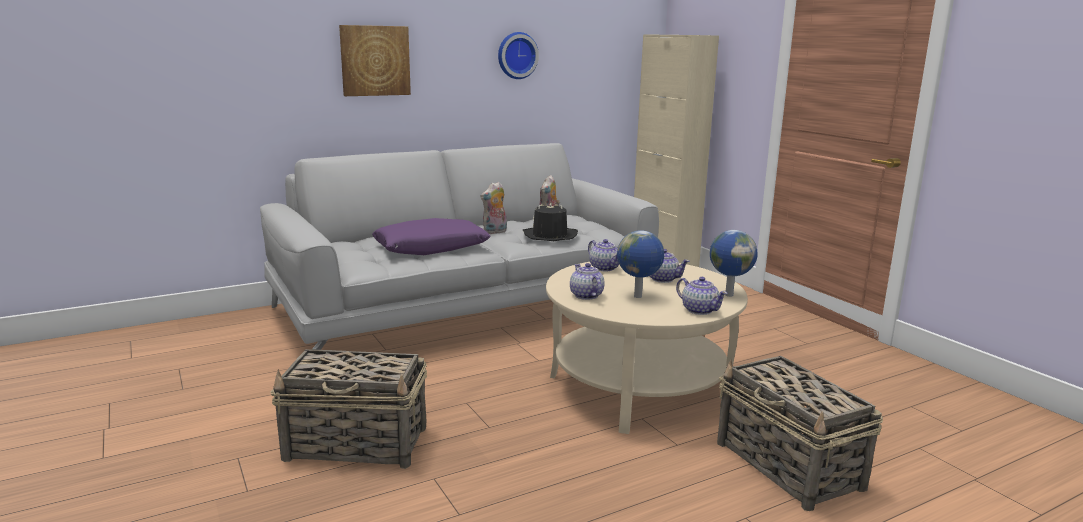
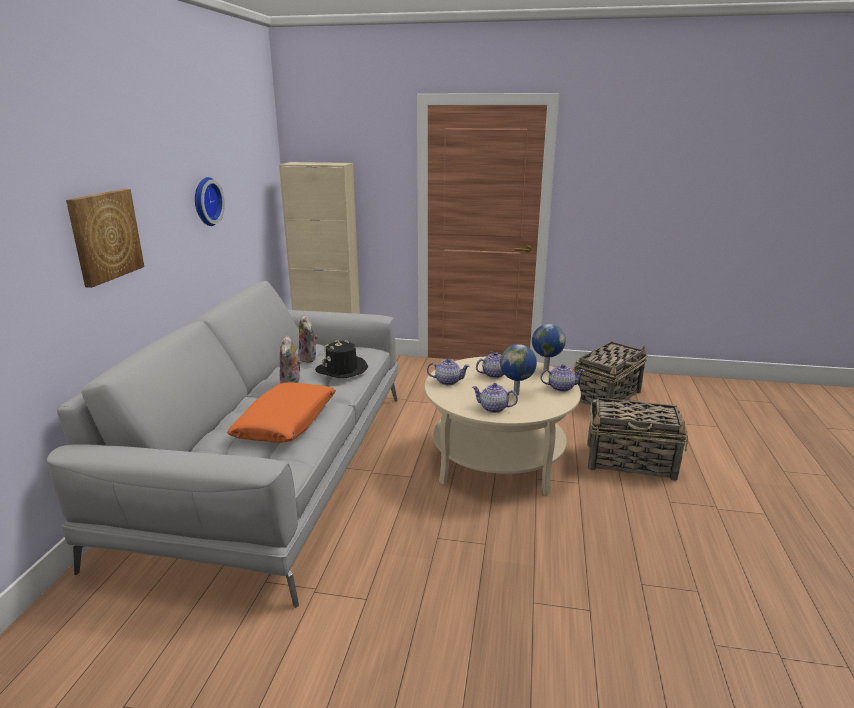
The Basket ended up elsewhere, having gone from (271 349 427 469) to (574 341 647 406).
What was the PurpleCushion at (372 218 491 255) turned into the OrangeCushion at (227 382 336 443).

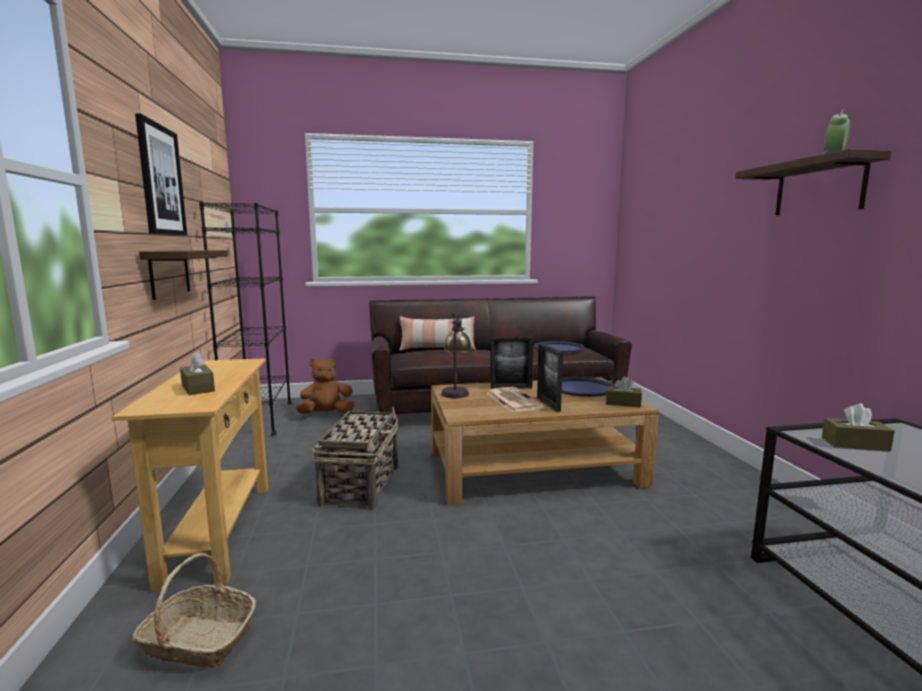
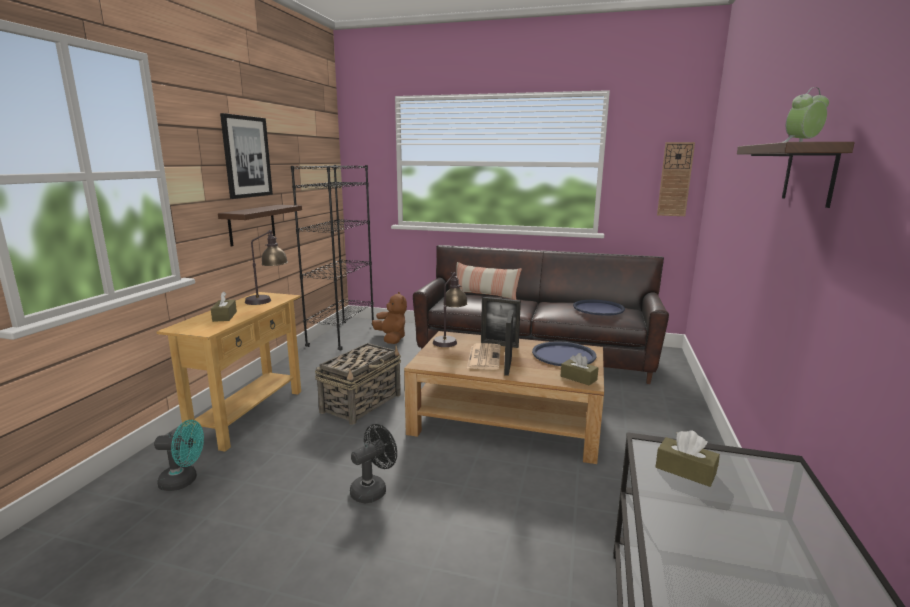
Where the Basket stood at (133 553 256 668), the TurquoiseElectricFan came to stand at (154 420 204 491).
The BrownColouredSoftToy at (296 359 354 414) ended up facing another way, 60 degrees clockwise from before.
The second view gained the LampForATable at (245 230 288 305).
The second view gained the BlackishElectricFan at (350 424 397 503).
The second view gained the WallClock at (657 142 695 216).

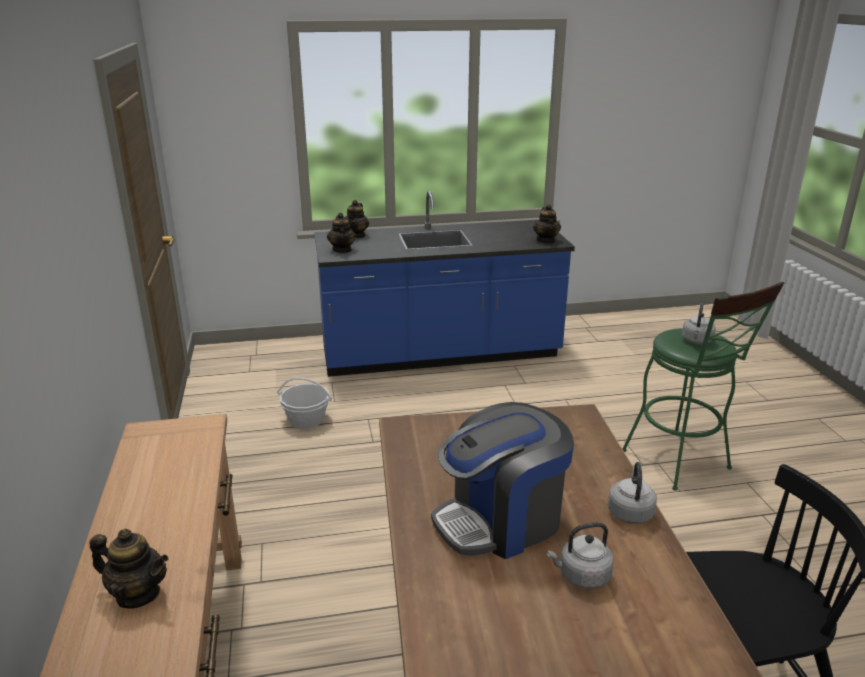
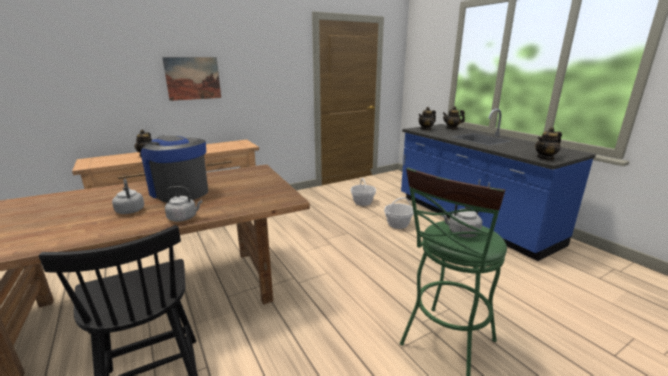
The second view gained the WallArt at (162 57 221 101).
The second view gained the Basket at (384 197 414 229).

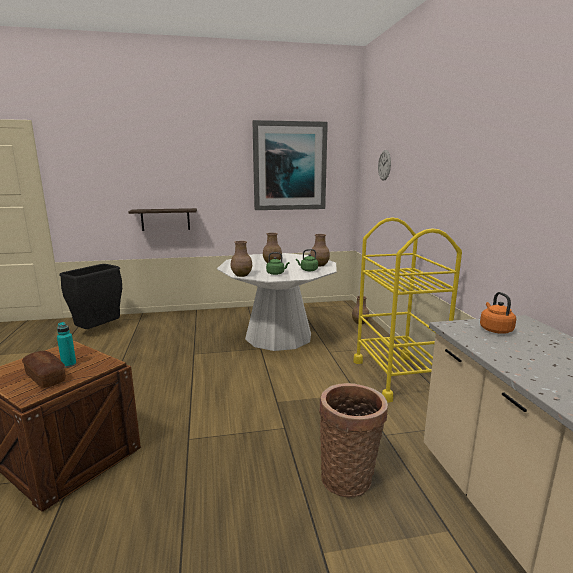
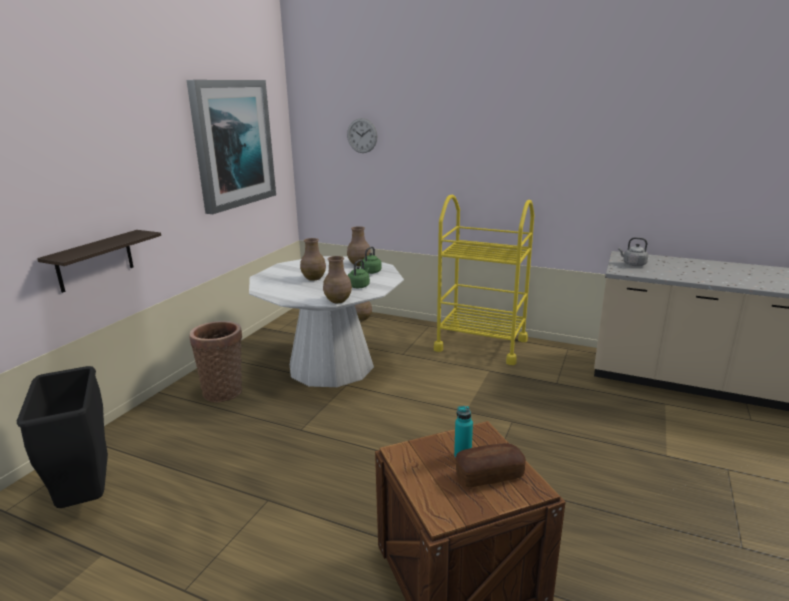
The Basket ended up elsewhere, having gone from (319 383 388 497) to (189 321 242 403).
What was the OrangeWaterKettle at (480 292 516 334) turned into the GreyWaterKettle at (618 237 648 266).

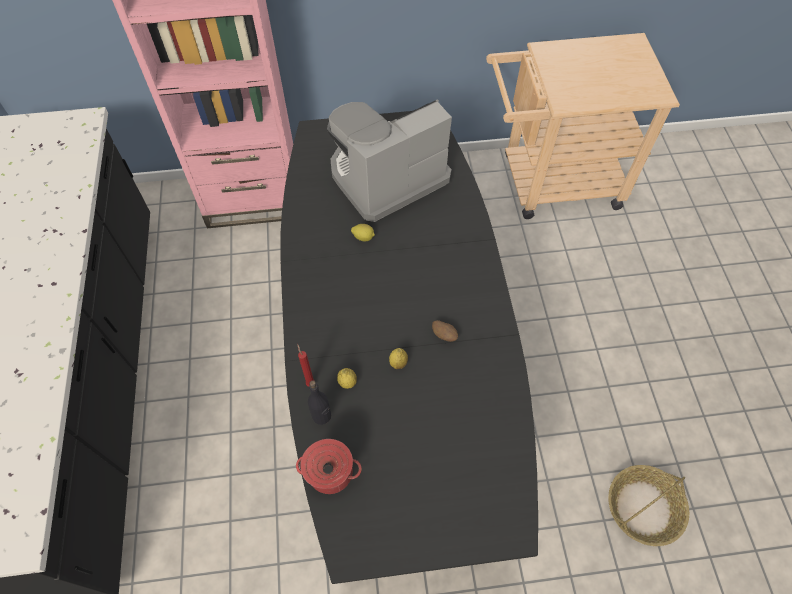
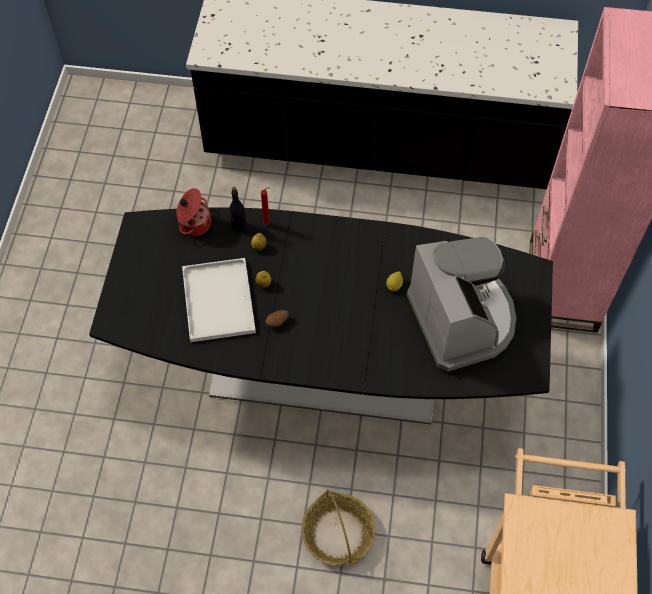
The Basket ended up elsewhere, having gone from (608 465 689 546) to (301 489 376 566).
The second view gained the WhiteColouredServingTray at (182 258 256 342).

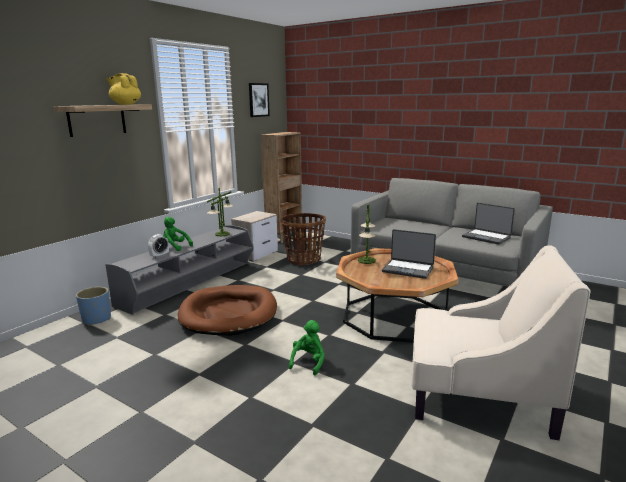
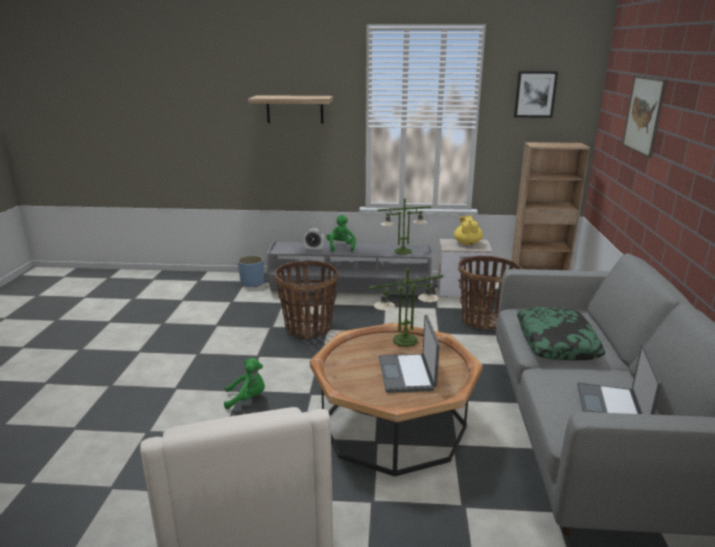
The YellowColouredTeaPot ended up elsewhere, having gone from (106 73 141 105) to (454 216 483 245).
Where the BrownColouredPetBed stood at (178 285 277 336), the Basket came to stand at (275 261 338 339).
The second view gained the Cushion at (517 307 605 360).
The second view gained the WallArt at (622 75 667 158).

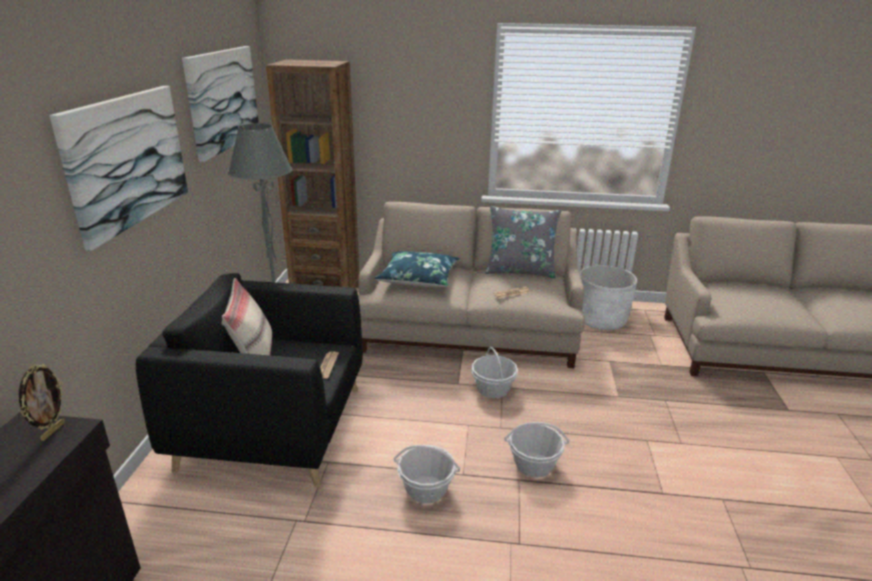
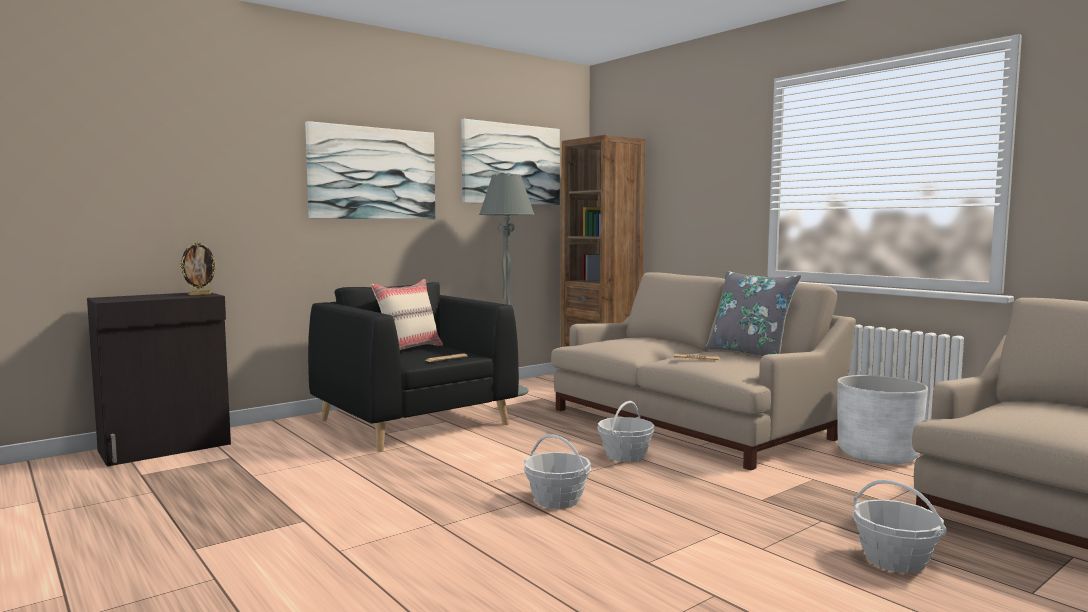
The second view lost the BlueColouredCushion at (374 251 459 287).
The Basket ended up elsewhere, having gone from (394 445 460 504) to (852 480 946 573).

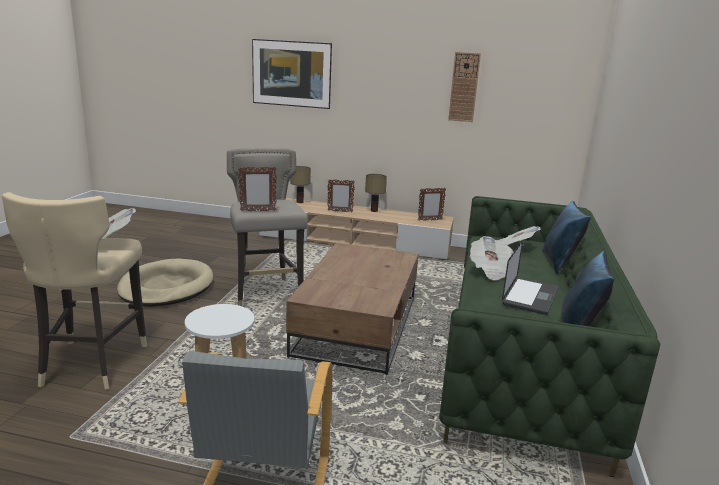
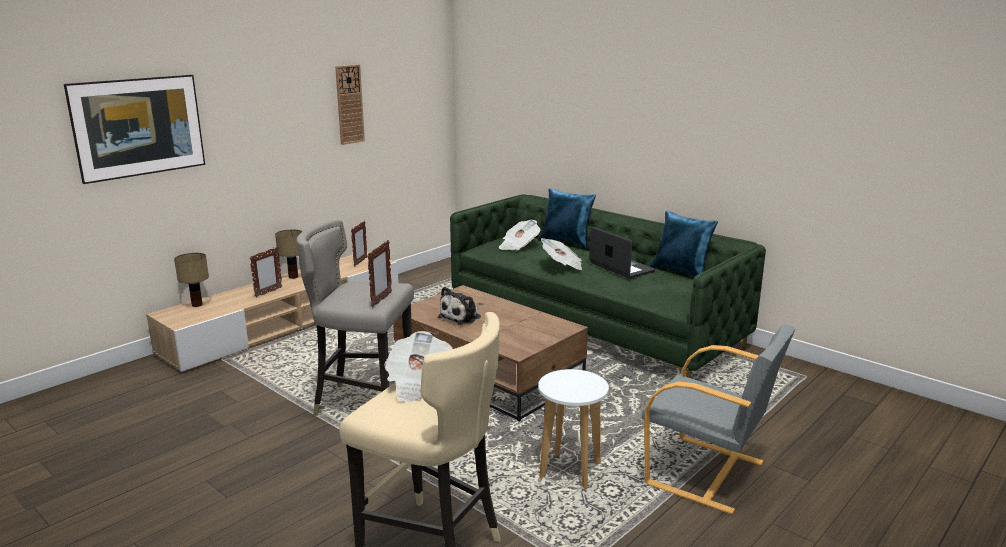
The second view lost the BeigePetBed at (117 259 213 307).
The second view gained the SoftToy at (438 287 481 324).

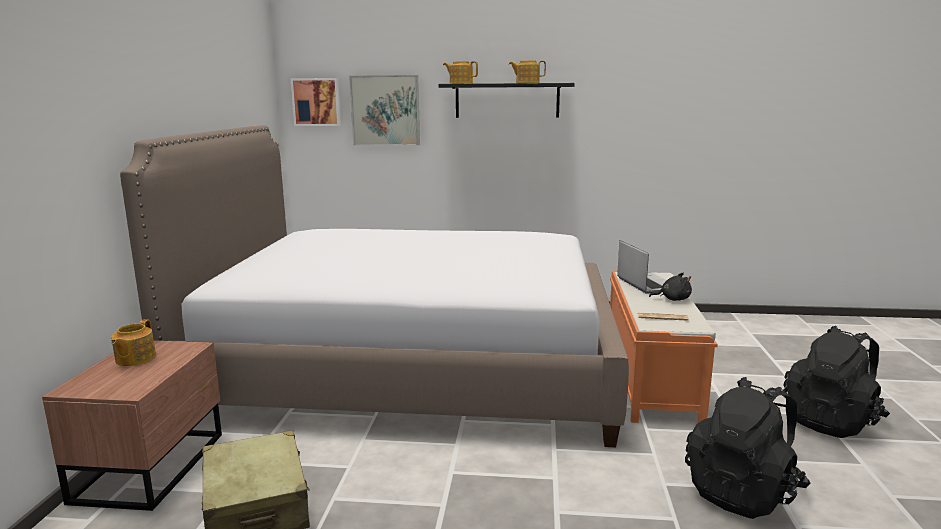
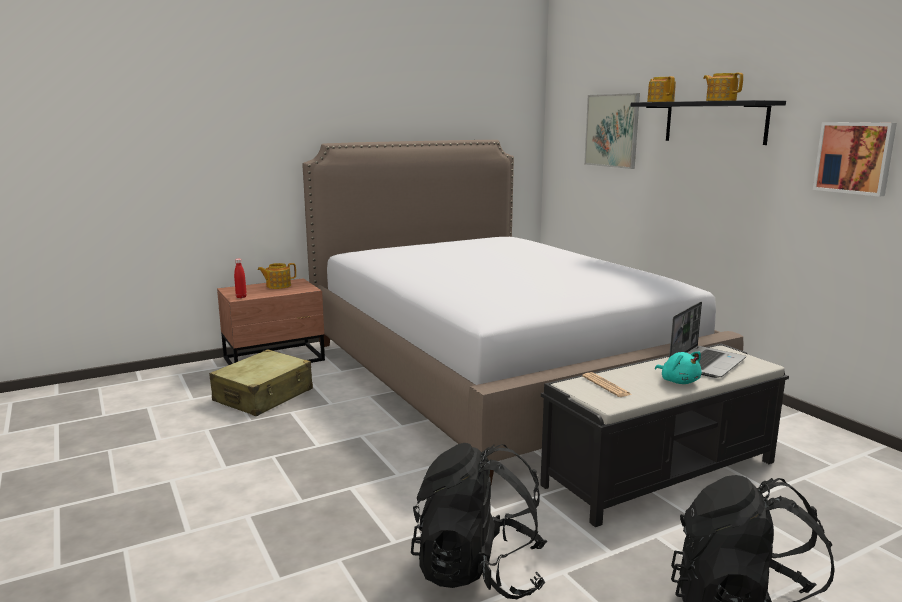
The WallArt ended up elsewhere, having gone from (290 78 341 126) to (813 122 897 197).
What was the OrangeBench at (610 271 718 423) turned into the BlackishBench at (540 344 789 527).
What was the BlackishSoftToy at (649 273 692 301) turned into the TurquoiseSoftToy at (655 352 702 384).
The second view gained the ReddishBottle at (234 259 247 298).

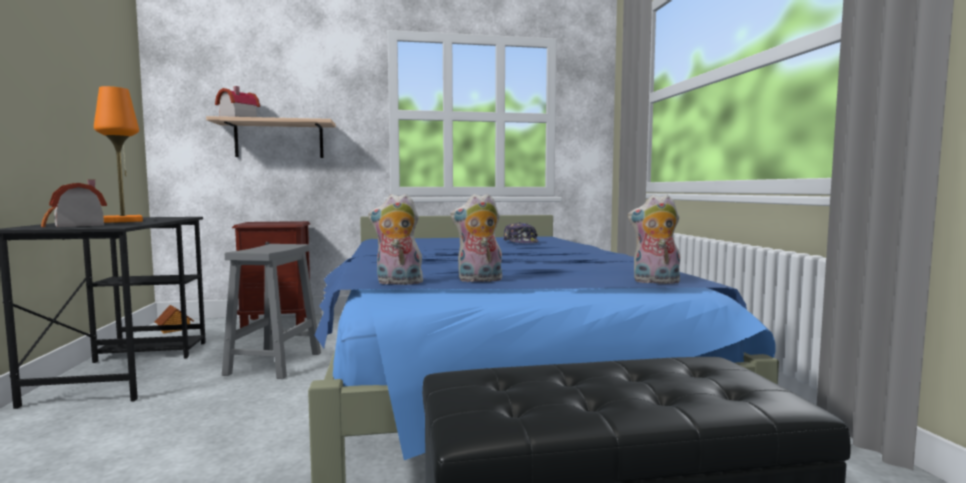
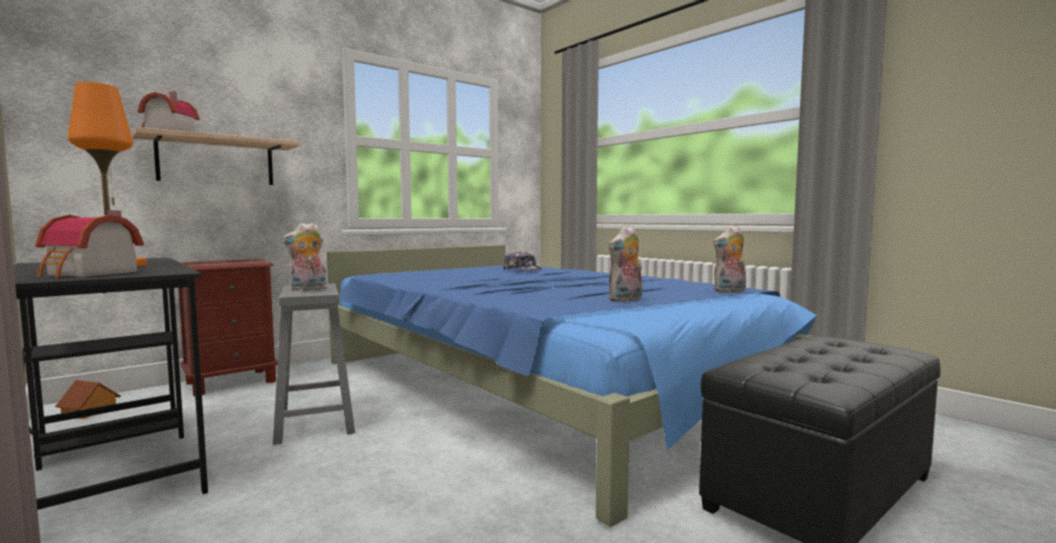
The SoftToy ended up elsewhere, having gone from (369 194 423 286) to (282 223 328 291).

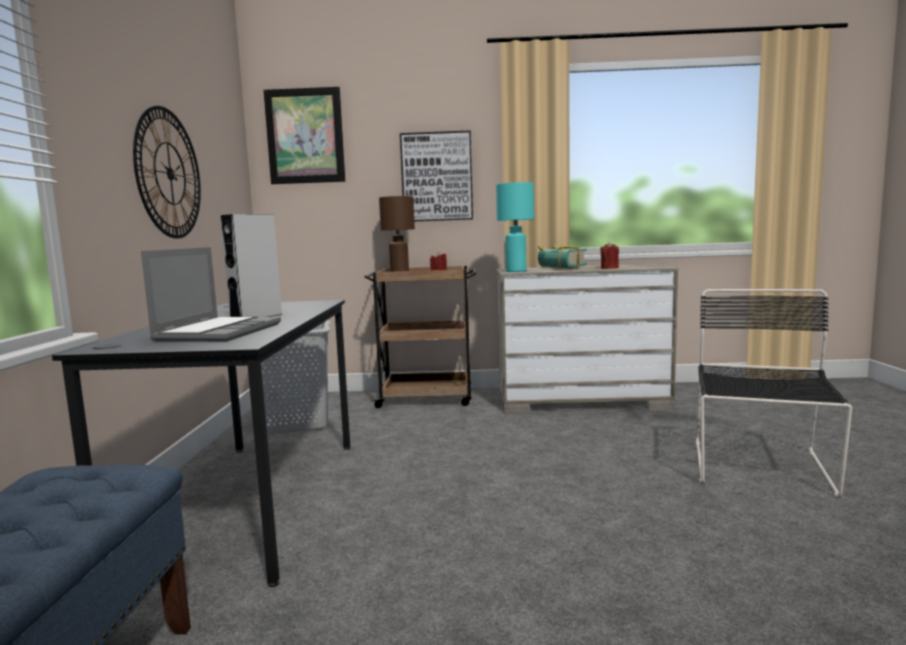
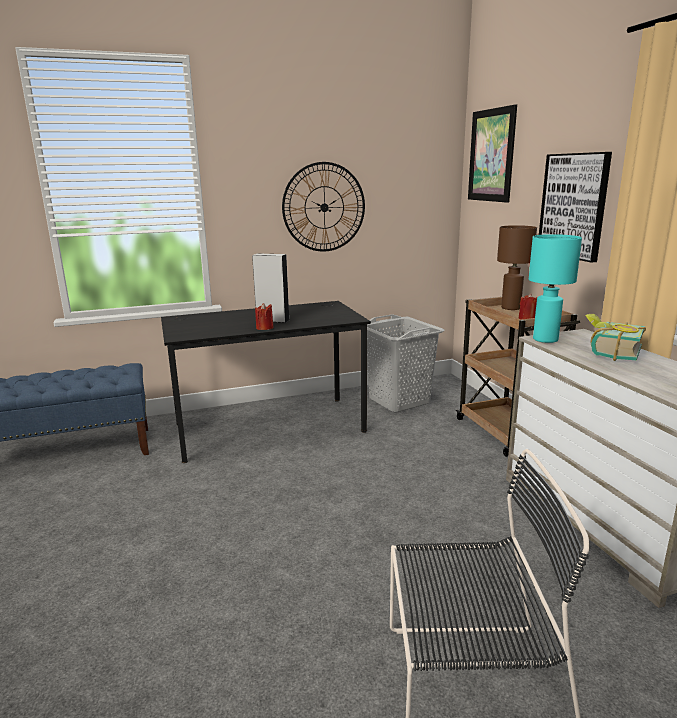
The second view lost the Laptop at (141 247 281 342).
The ReddishCandle ended up elsewhere, having gone from (600 242 619 269) to (255 303 274 330).

